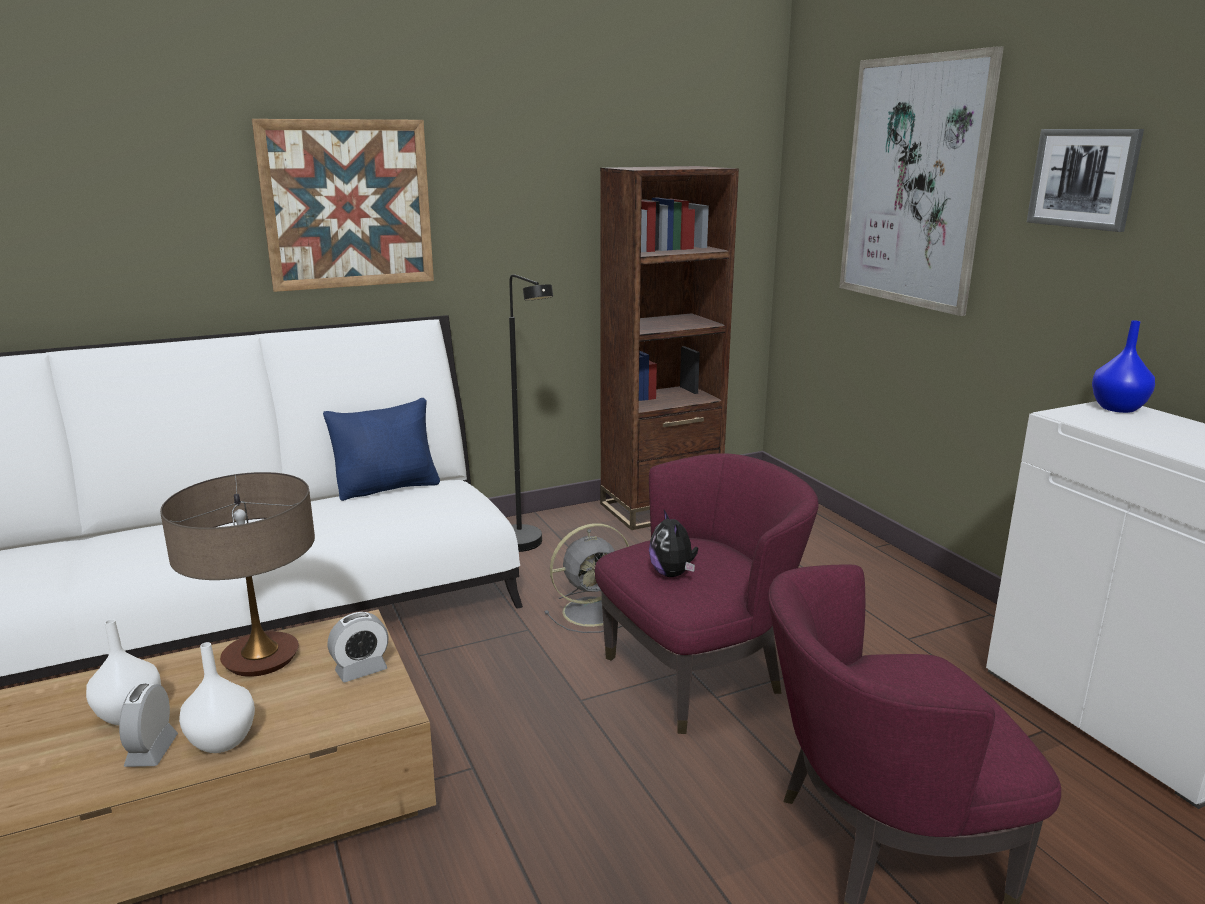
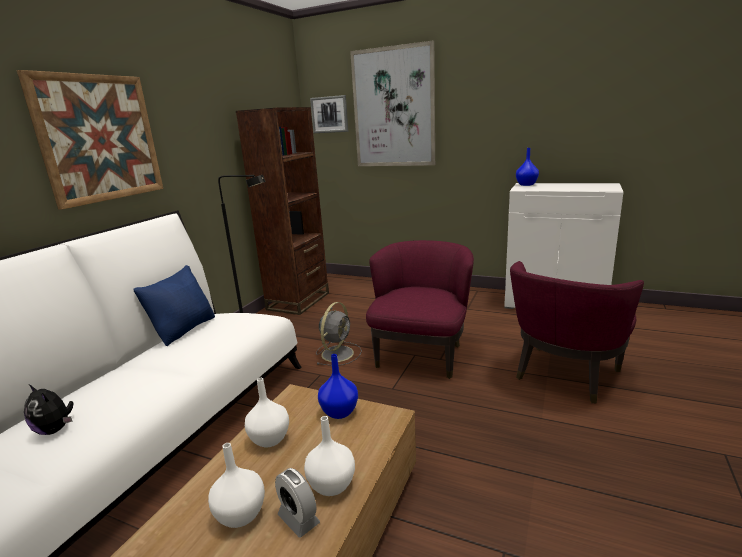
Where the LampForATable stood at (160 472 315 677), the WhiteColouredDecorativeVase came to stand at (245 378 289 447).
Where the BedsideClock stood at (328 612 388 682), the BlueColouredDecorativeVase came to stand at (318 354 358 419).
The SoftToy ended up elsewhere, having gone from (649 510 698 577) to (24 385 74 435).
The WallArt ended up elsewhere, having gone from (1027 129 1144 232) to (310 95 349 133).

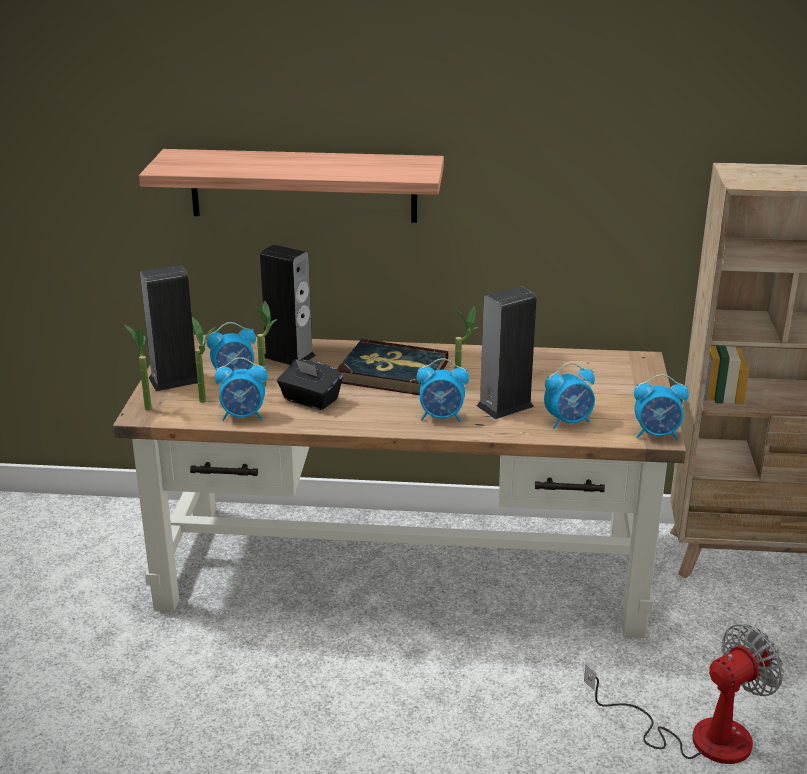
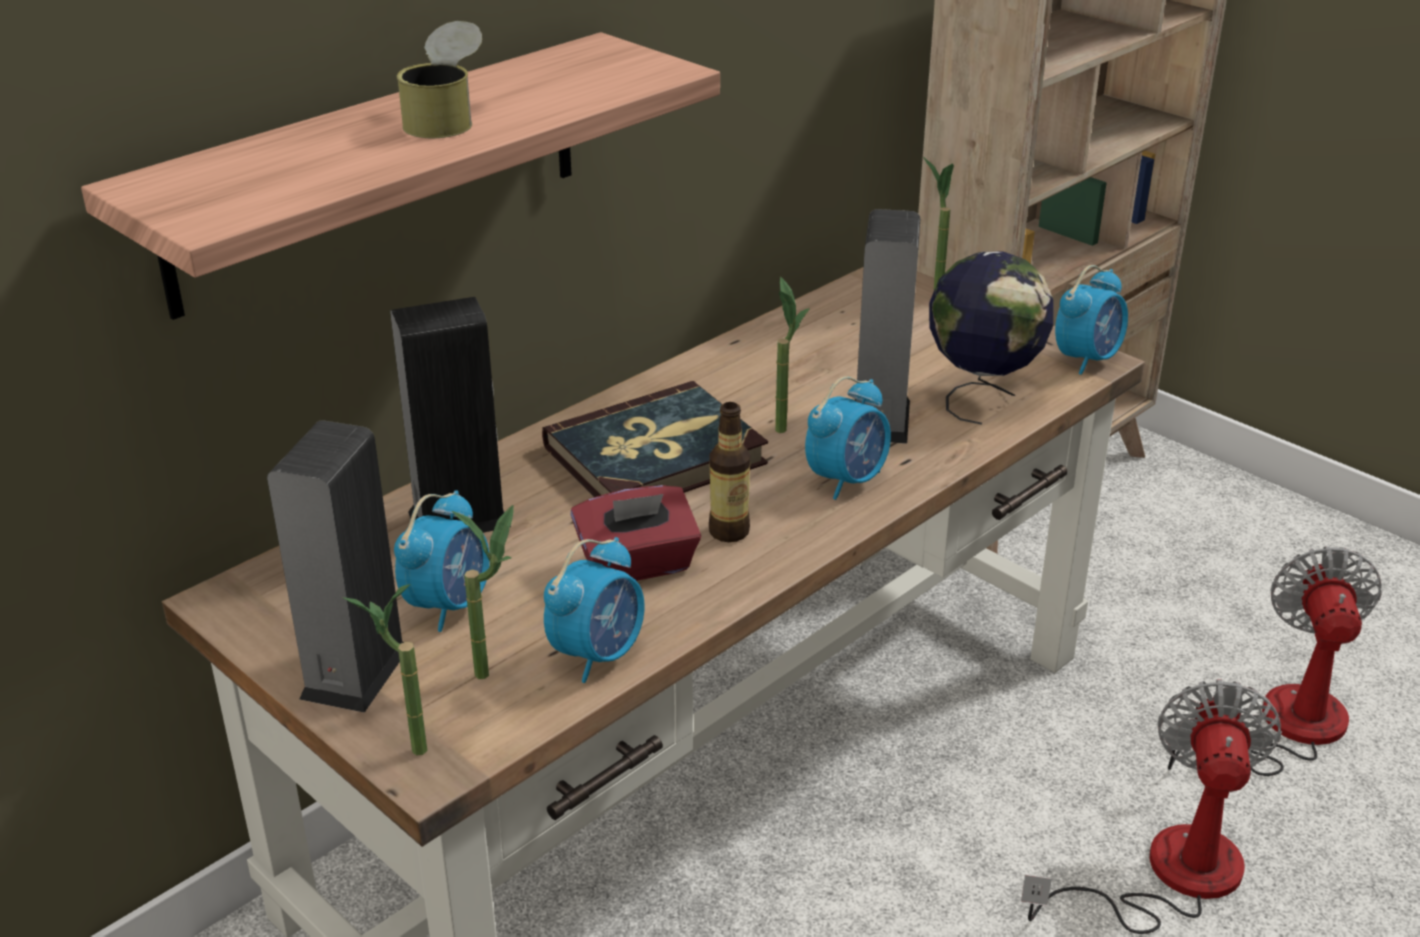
The Houseplant ended up elsewhere, having gone from (255 300 277 386) to (923 157 954 290).
What was the BlackishTissueHolder at (277 359 343 410) turned into the ReddishTissueHolder at (571 485 701 581).
Where the BedsideClock stood at (544 363 595 429), the WorldGlobe came to stand at (929 252 1054 425).
The second view gained the MetalCan at (397 21 482 138).
The second view gained the Bottle at (709 402 750 542).
The second view gained the ElectricFan at (1021 680 1282 934).

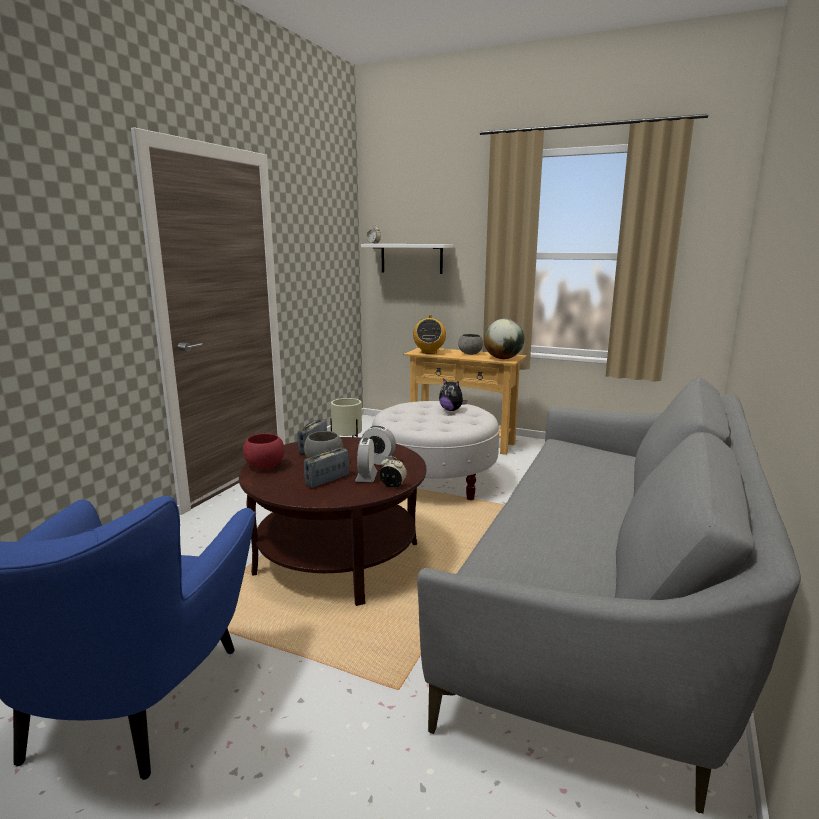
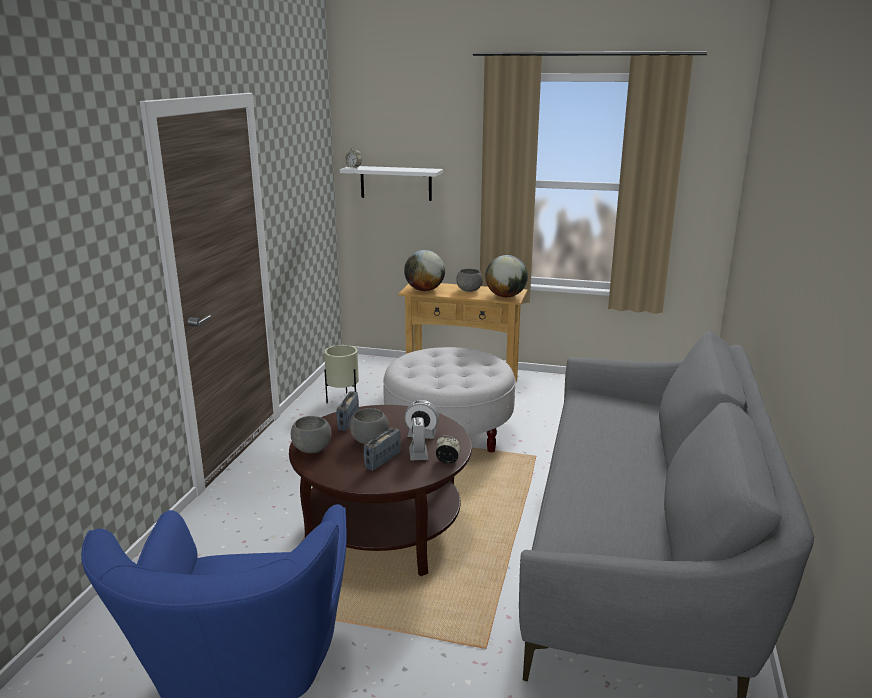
What was the ReddishBowl at (243 433 284 469) turned into the GreyBowl at (291 416 332 453).
Where the Radio stood at (413 314 446 354), the WorldGlobe came to stand at (404 250 445 291).
The second view lost the SoftToy at (439 378 467 411).

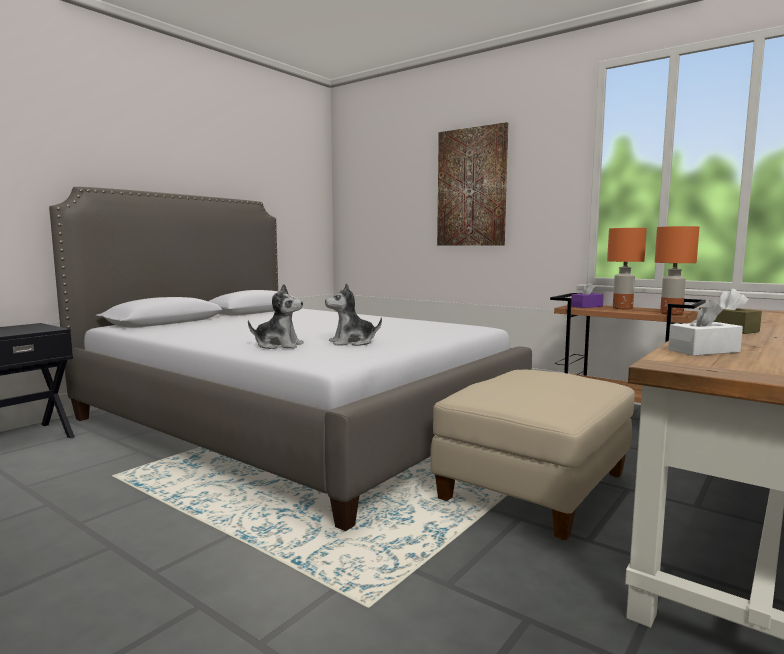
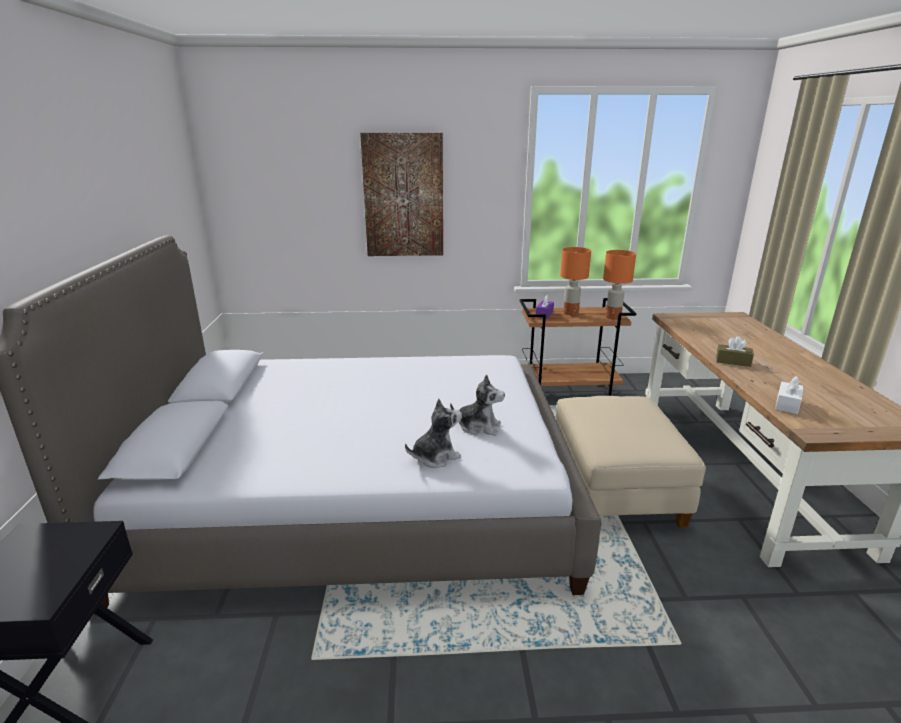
The SoftToy at (325 283 382 346) ended up facing another way, 105 degrees counterclockwise from before.

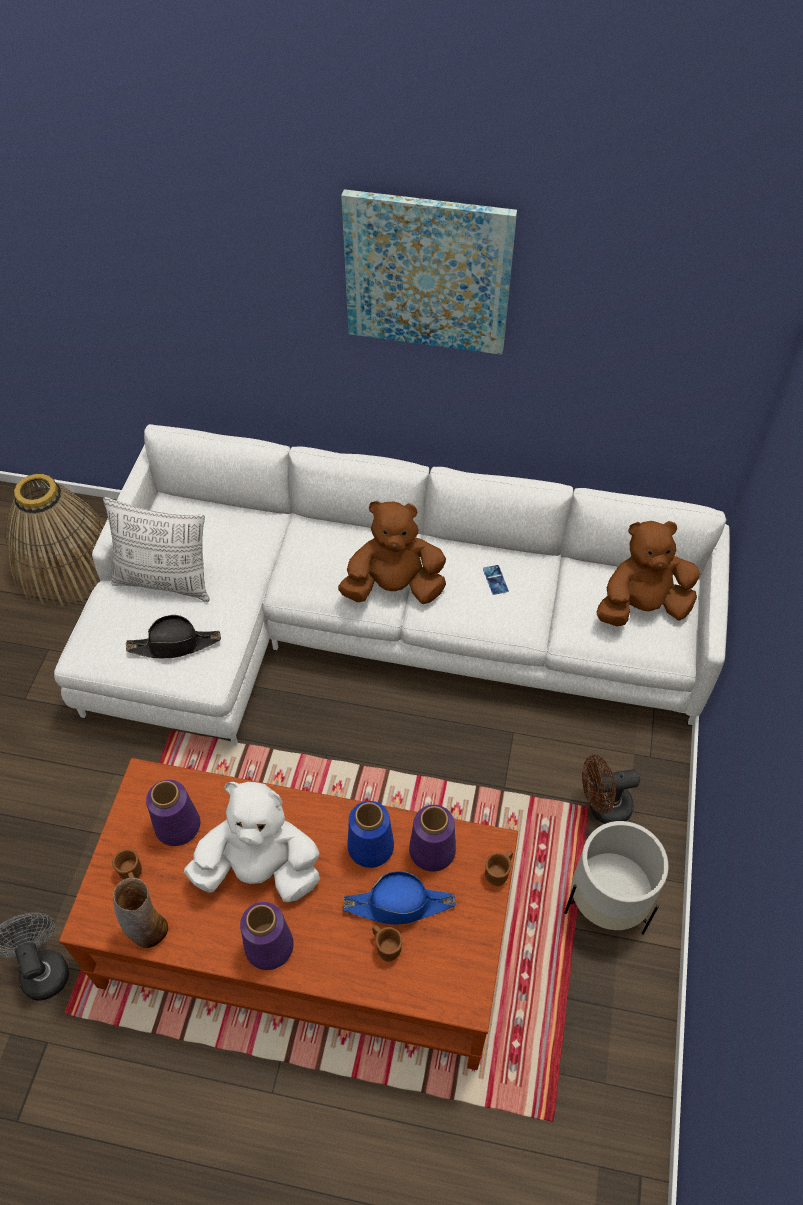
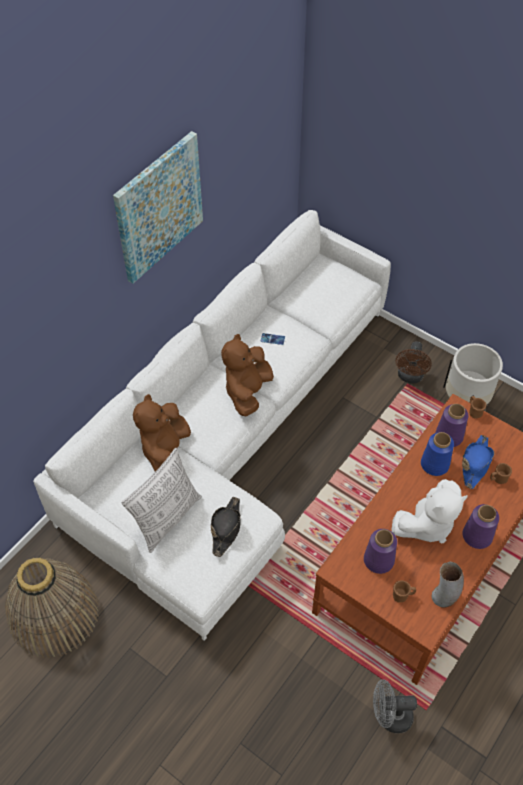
The WhiteColouredSoftToy at (184 782 320 902) ended up facing another way, 150 degrees counterclockwise from before.
The BrownColouredSoftToy ended up elsewhere, having gone from (596 521 700 626) to (133 394 191 472).

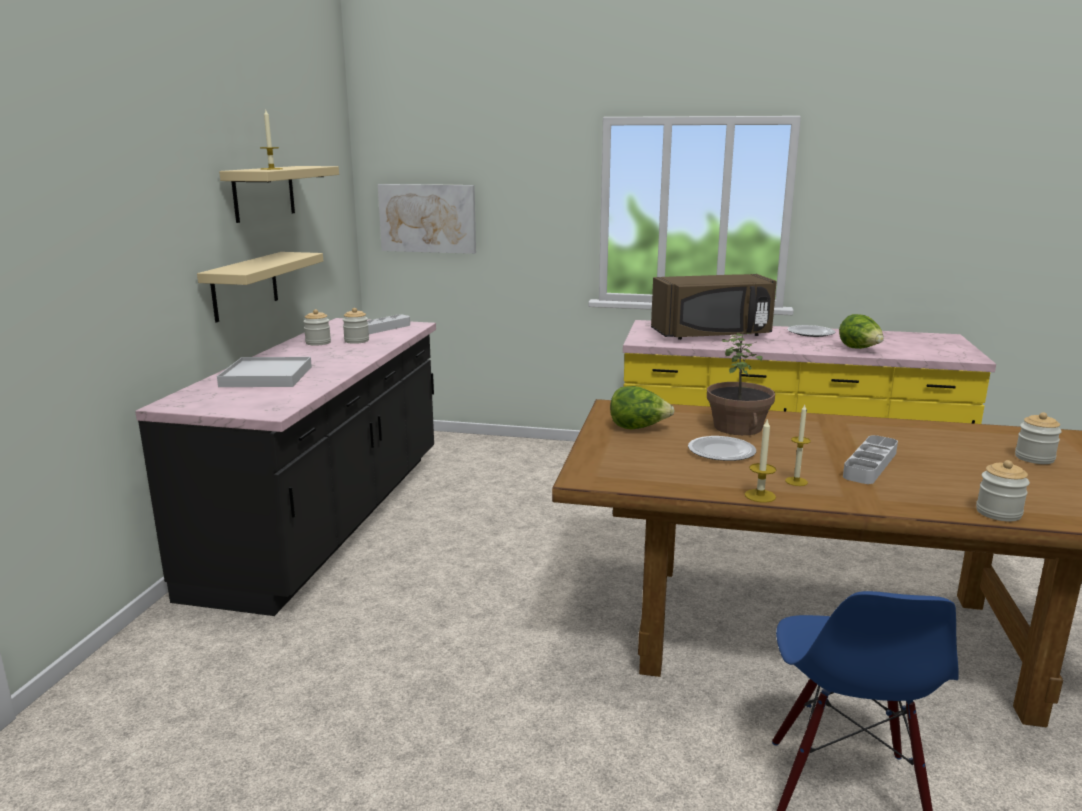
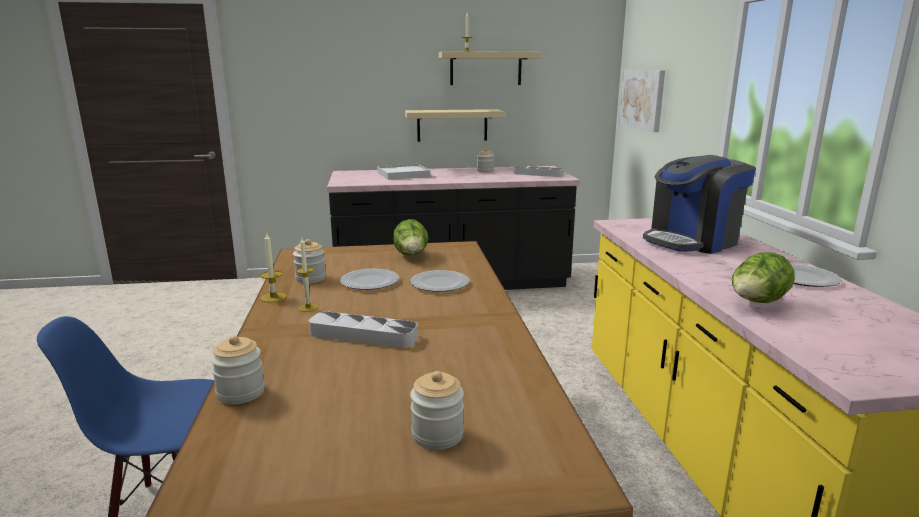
The StorageJar ended up elsewhere, having gone from (342 308 369 344) to (293 239 326 283).
Where the BrownColouredMicrowaveOven stood at (651 274 777 340), the CoffeeMaker came to stand at (643 155 756 254).
Where the Houseplant stood at (707 333 775 435), the DinnerPlate came to stand at (410 270 470 292).

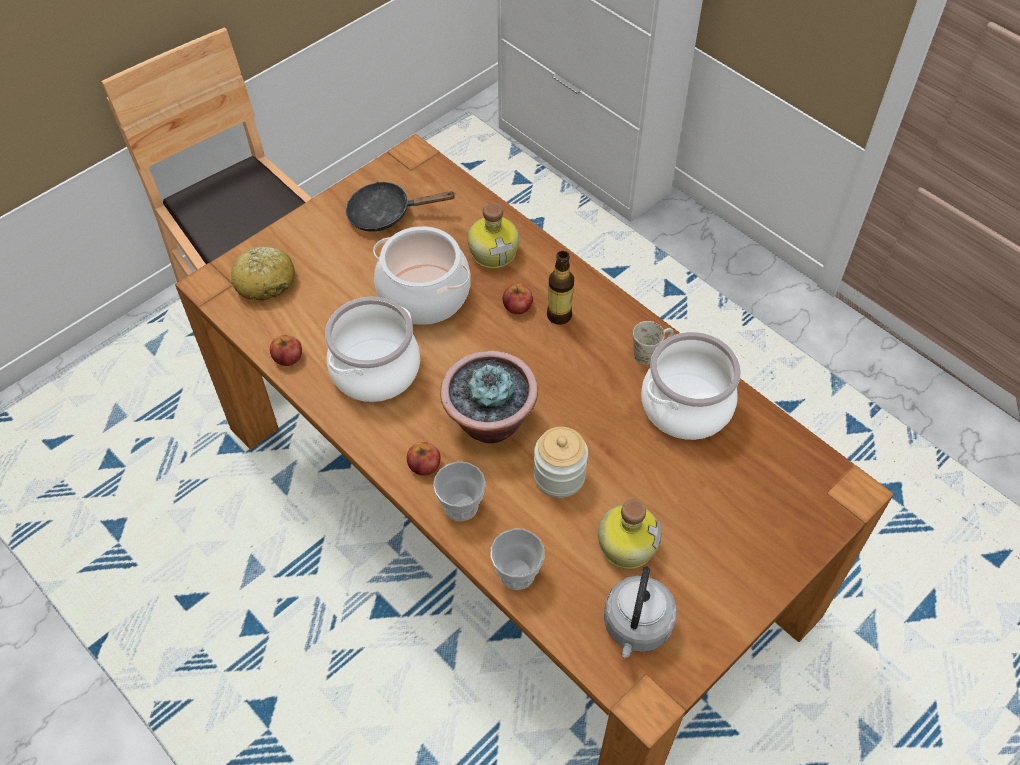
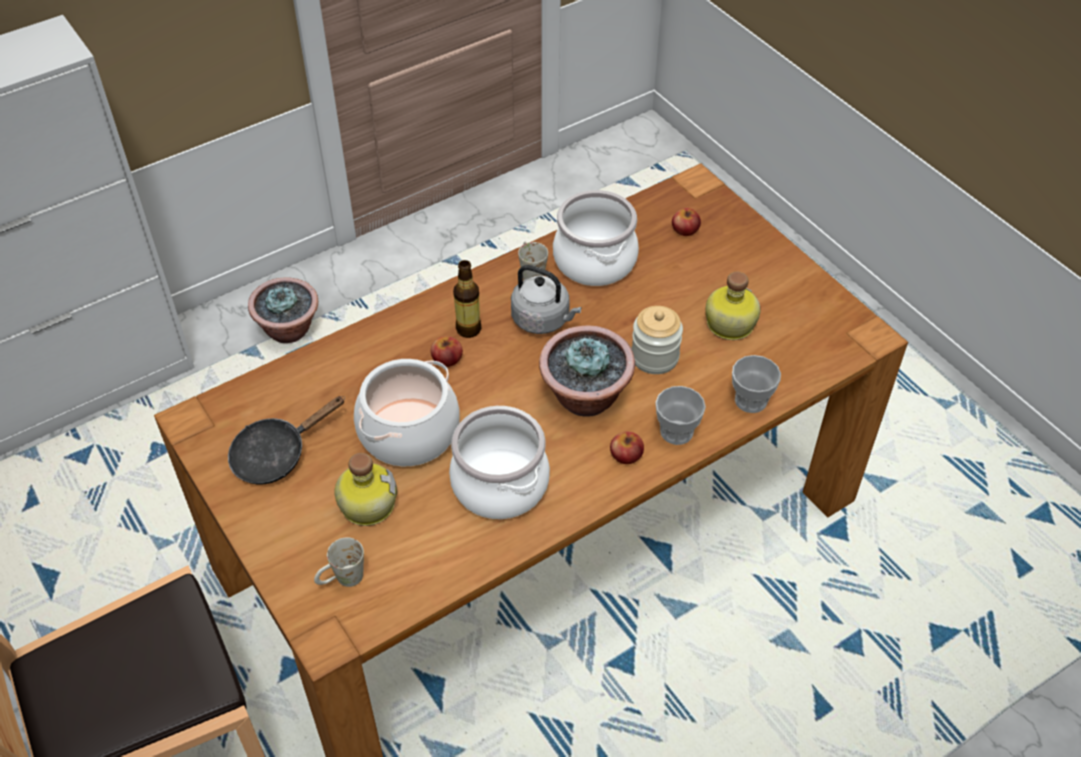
Where the BakeryBread stood at (231 247 295 301), the WhiteColouredCoffeeMug came to stand at (314 537 364 587).
The AppleFruit ended up elsewhere, having gone from (270 335 302 366) to (672 208 701 236).
The BlackishFryingPan at (345 181 456 232) ended up facing another way, 45 degrees clockwise from before.
The Bottle ended up elsewhere, having gone from (467 203 519 268) to (334 453 397 526).
The GreyWaterKettle ended up elsewhere, having gone from (604 567 677 658) to (511 265 582 334).
The second view gained the Houseplant at (248 277 318 343).

